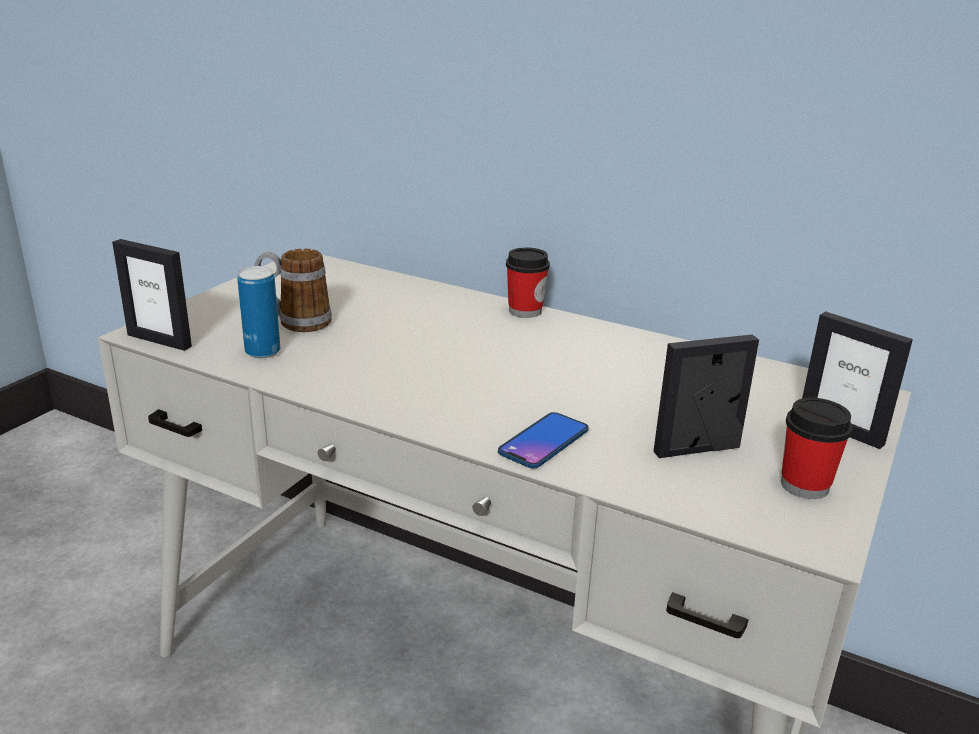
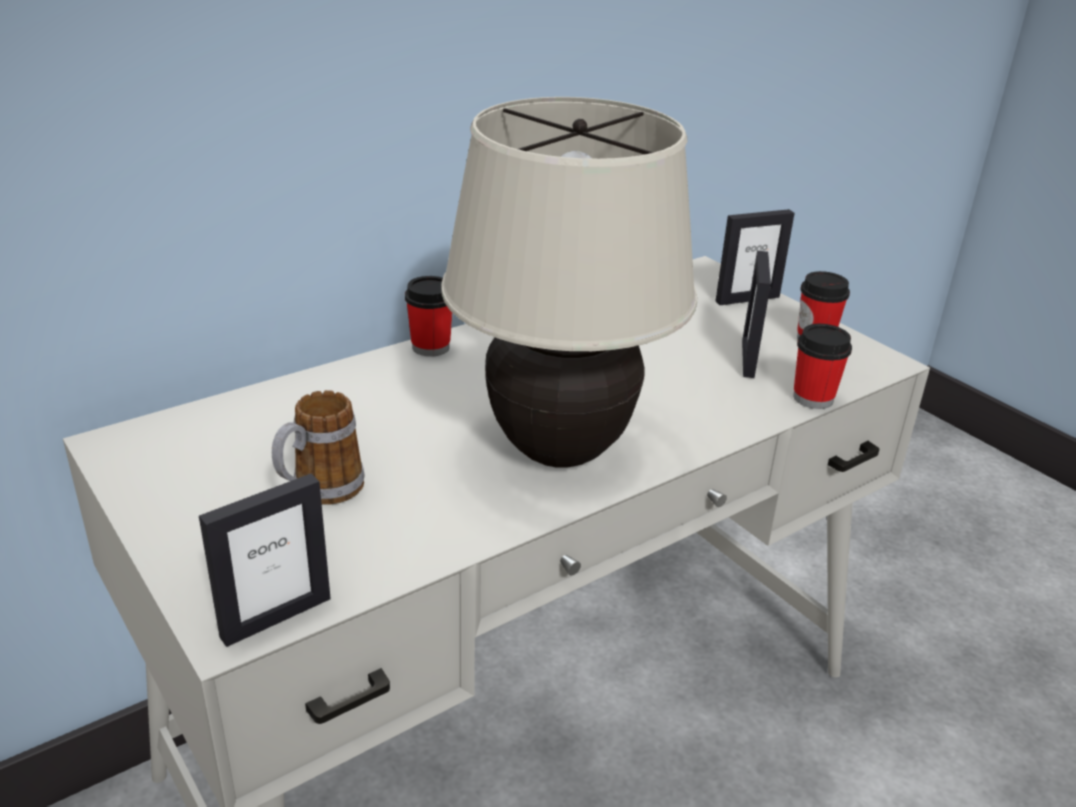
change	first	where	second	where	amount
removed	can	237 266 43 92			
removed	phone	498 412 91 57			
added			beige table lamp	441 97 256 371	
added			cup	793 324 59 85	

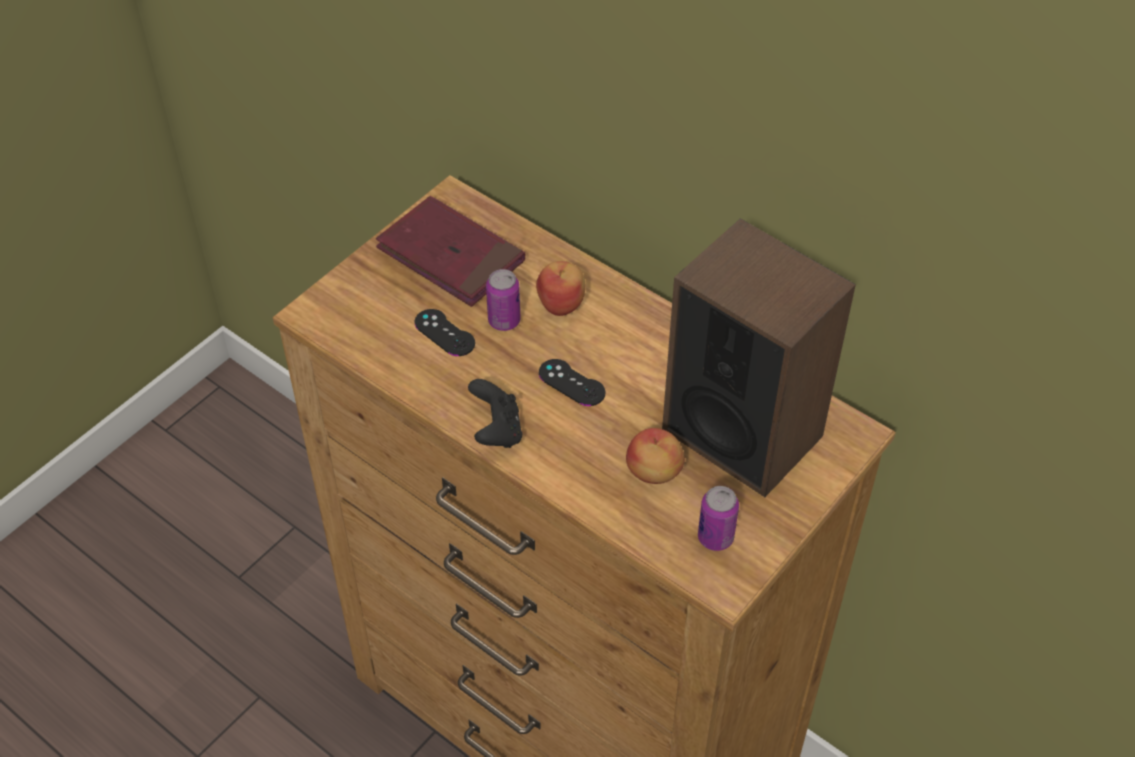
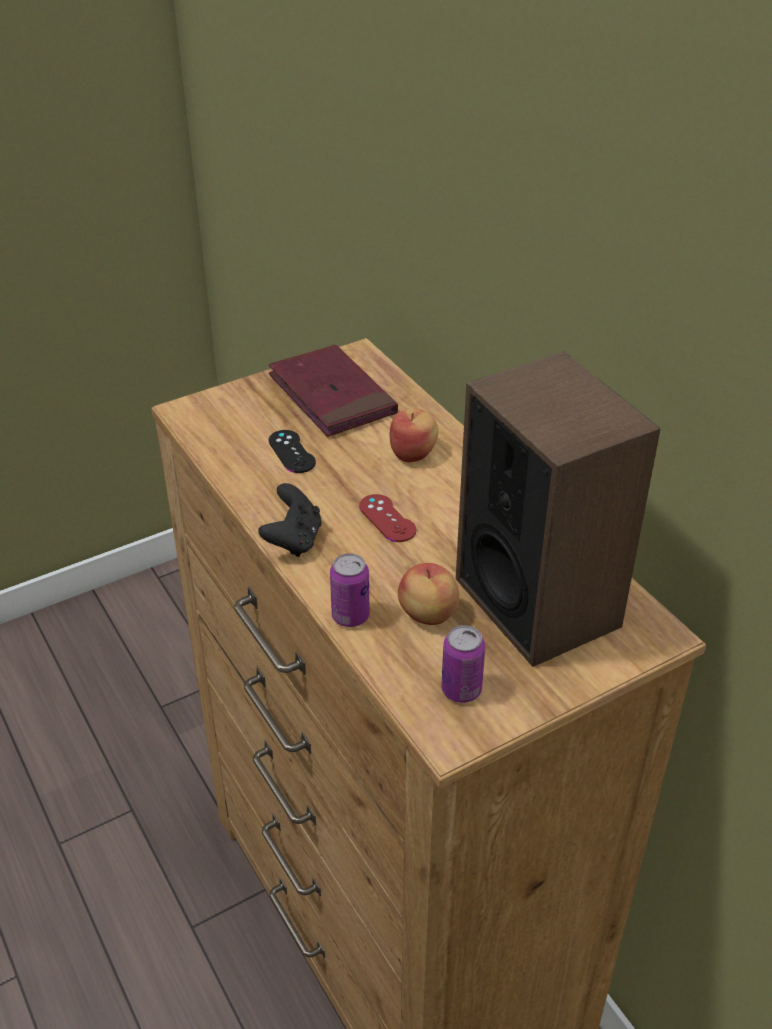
change	first	where	second	where	amount
moved	can	486 269 35 62		330 553 40 74	
recoloured	black game controller	539 359 66 47	red game controller	359 494 57 48	

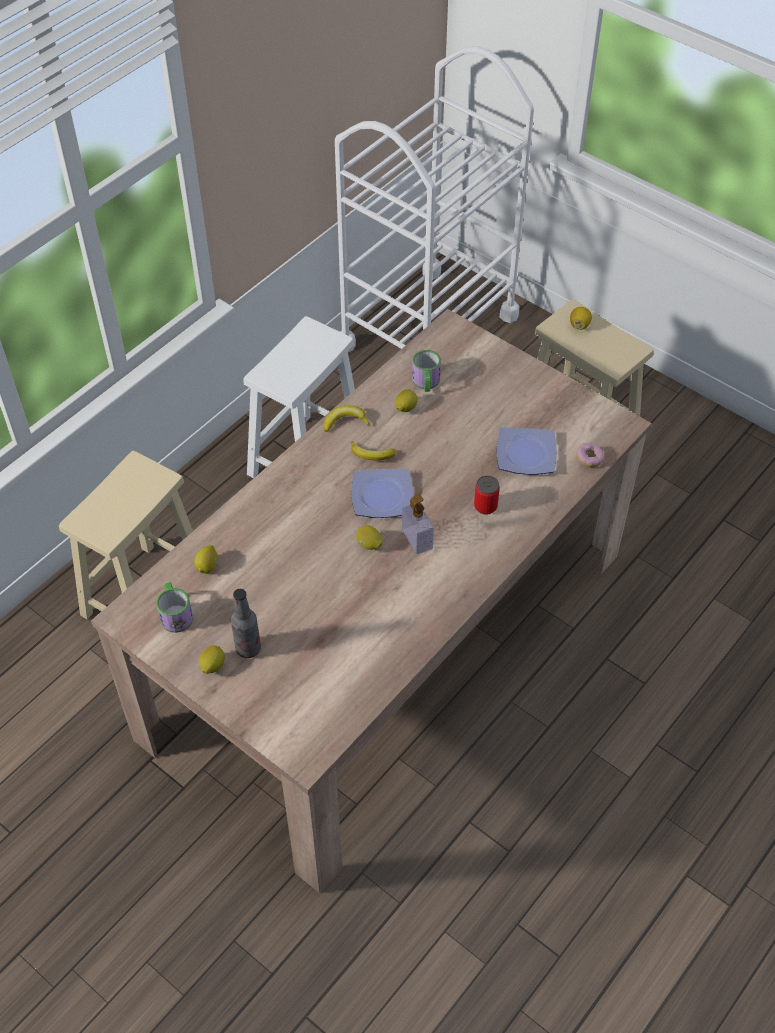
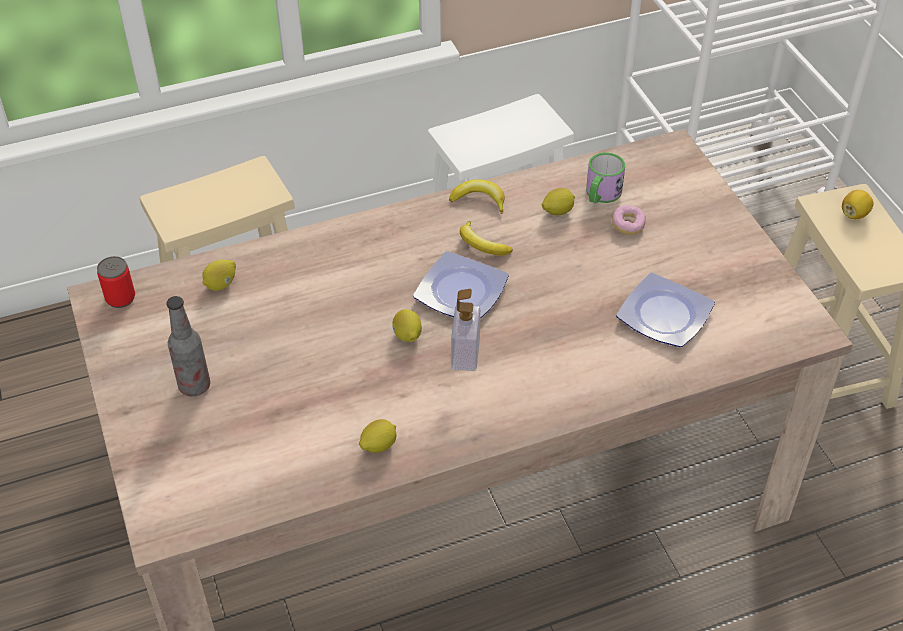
change	first	where	second	where	amount
moved	donut	577 443 27 25		612 205 34 30	
moved	can	474 476 26 39		97 256 38 52	
removed	mug	156 582 37 51			
moved	lemon	199 645 26 29		359 419 37 34	

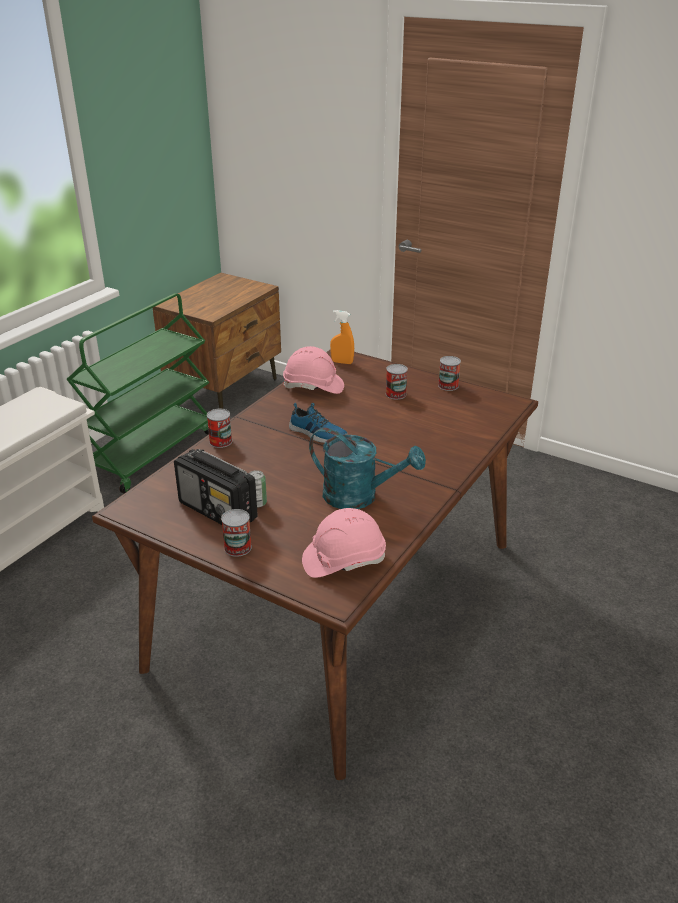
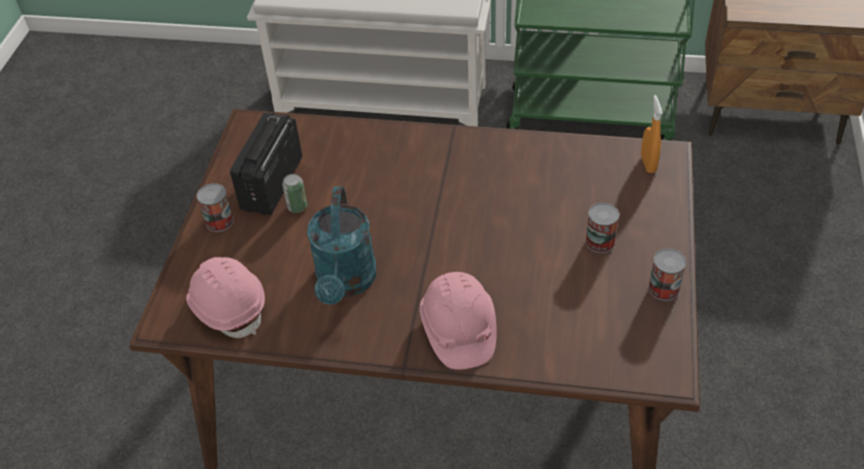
change	first	where	second	where	amount
moved	pink hard hat	283 346 61 48		420 272 77 98	
removed	shoe	289 403 59 40			
removed	can	207 409 25 39			

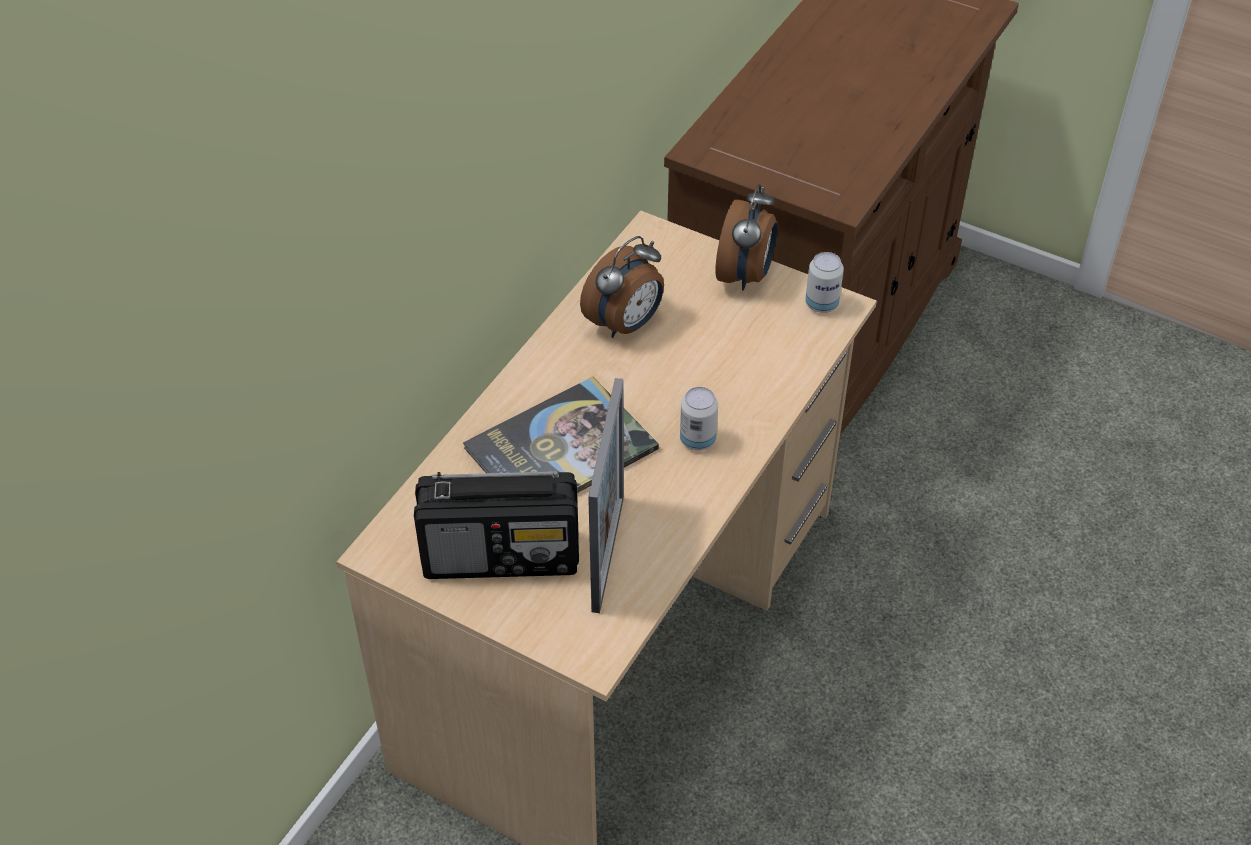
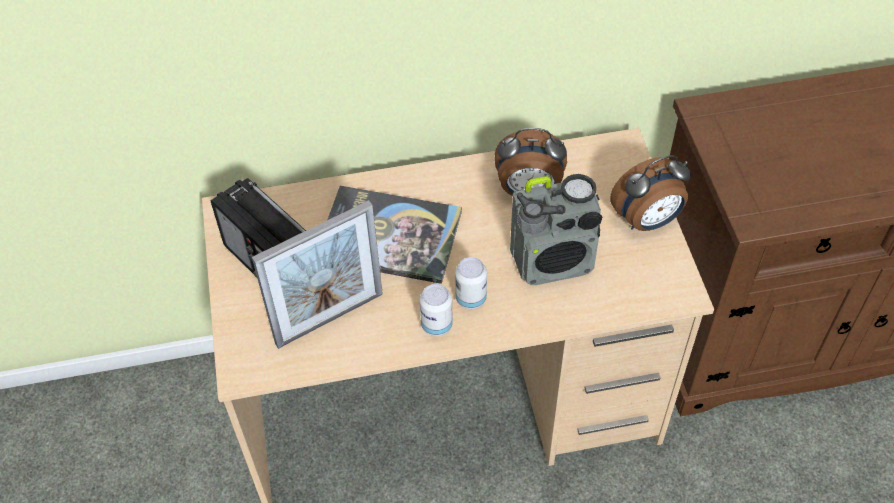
change	first	where	second	where	amount
moved	can	805 252 39 61		420 284 33 52	
added			radio	510 174 92 111	

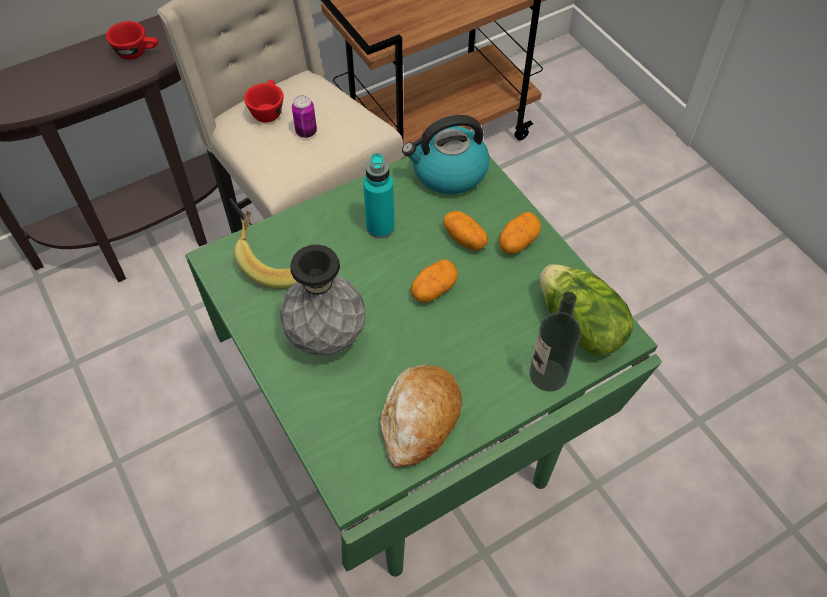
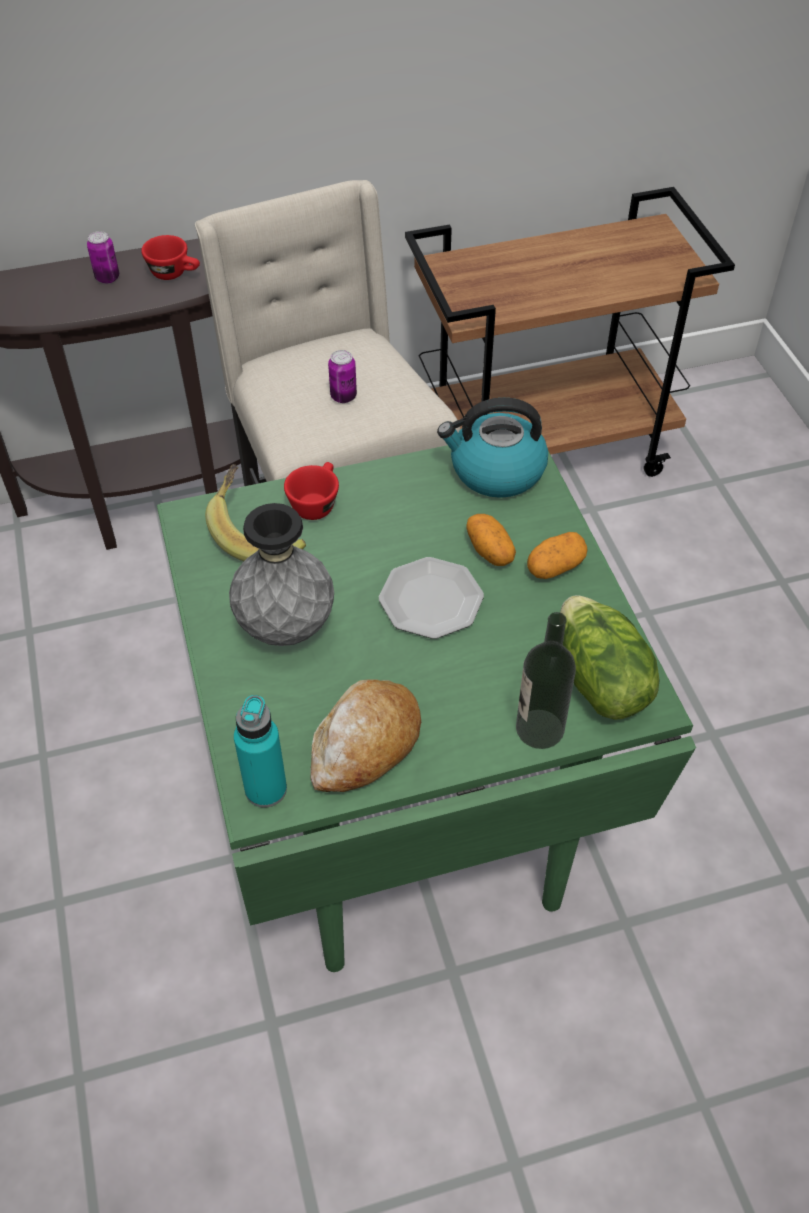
change	first	where	second	where	amount
moved	red cup	244 80 40 42		284 462 55 58	
moved	turquoise bottle	363 153 32 85		234 695 53 113	
replaced	potato	411 260 47 43	plate	379 557 105 82	
added			can	87 231 32 53	

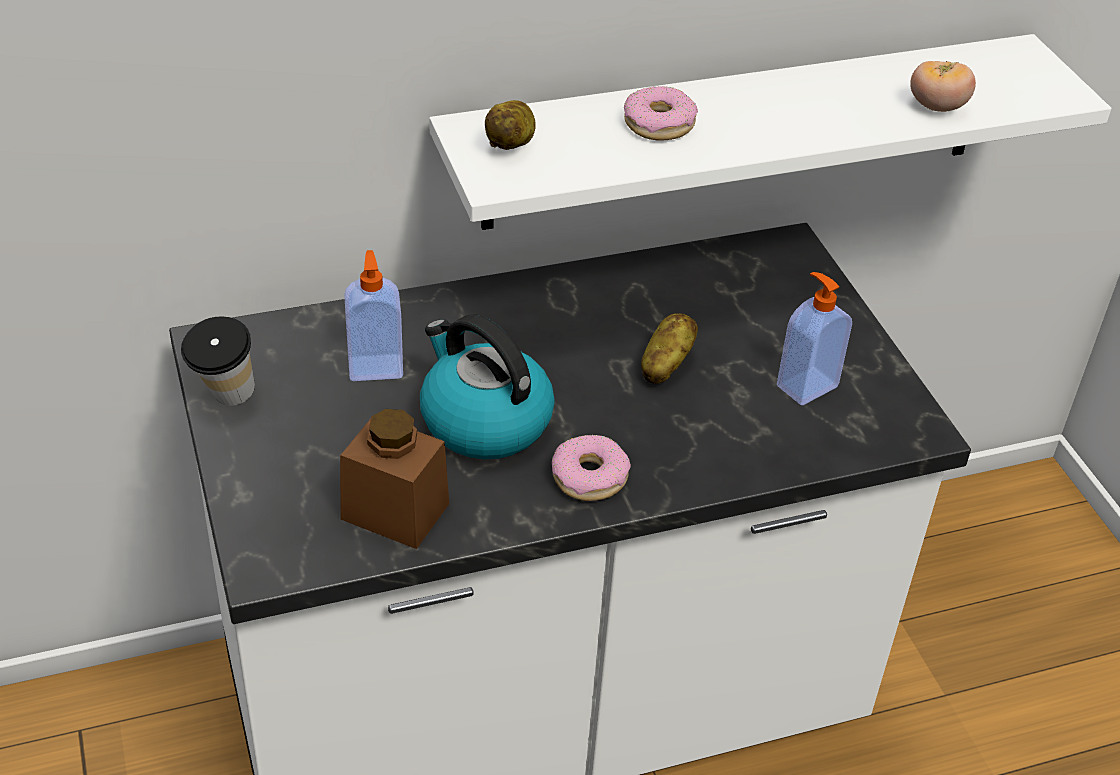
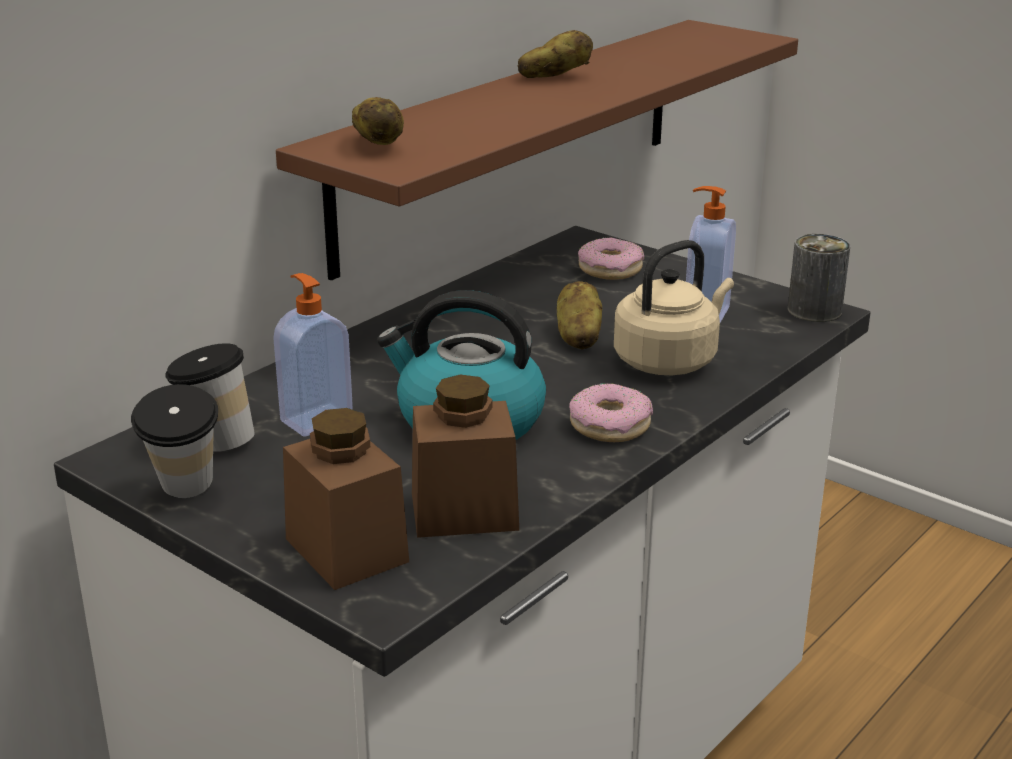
change	first	where	second	where	amount
recoloured	white shelf	429 34 682 196	brown shelf	276 20 522 261	
removed	tomato	910 61 66 51			
moved	donut	624 86 74 54		578 238 66 42	
added			potato	518 30 75 48	
added			can	788 234 63 88	
added			beige kettle	614 240 120 135	
added			cup	165 343 90 109	
added			brown jar	283 408 126 182	

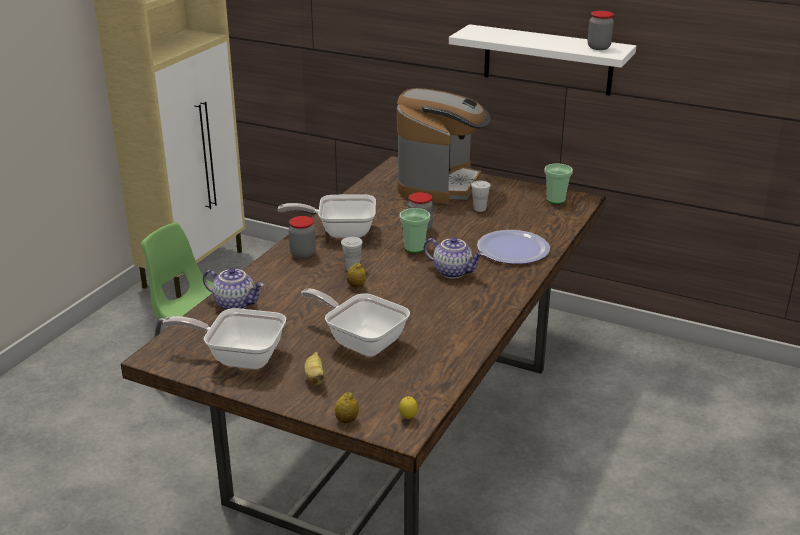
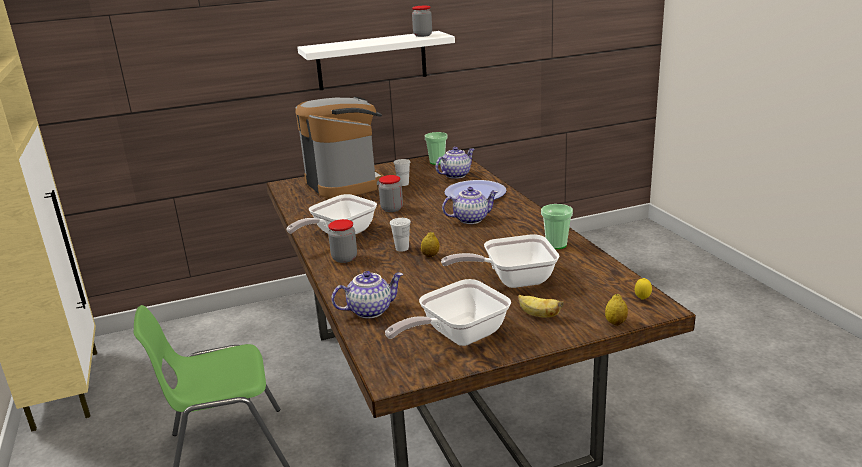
change	first	where	second	where	amount
moved	cup	399 208 31 45		541 204 32 45	
added			teapot	436 147 38 32	

